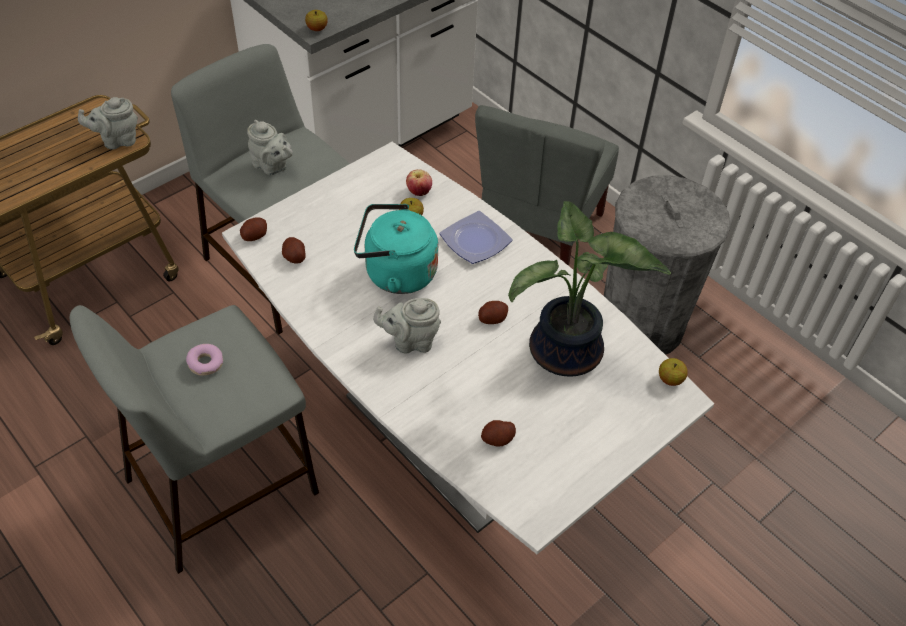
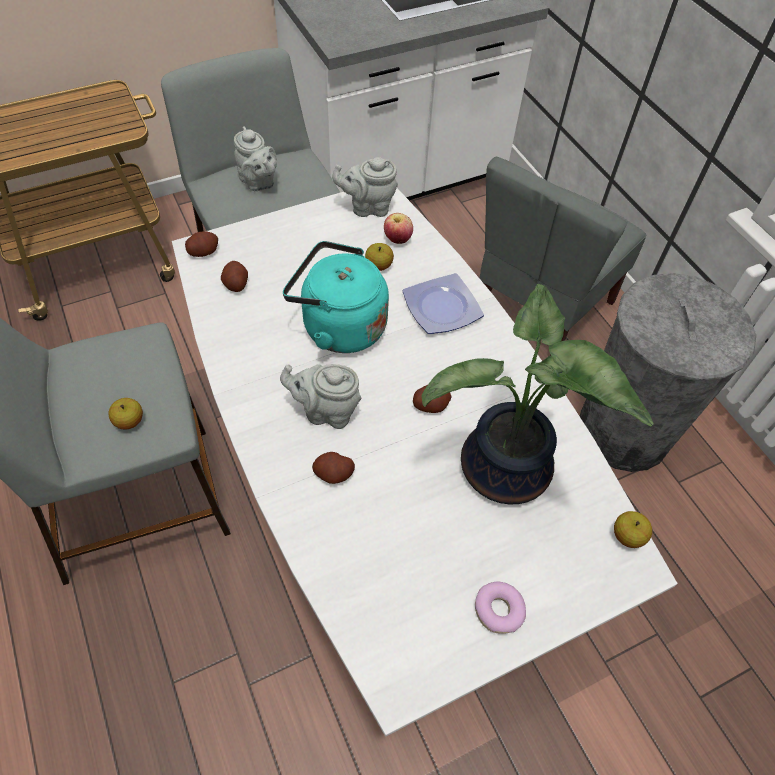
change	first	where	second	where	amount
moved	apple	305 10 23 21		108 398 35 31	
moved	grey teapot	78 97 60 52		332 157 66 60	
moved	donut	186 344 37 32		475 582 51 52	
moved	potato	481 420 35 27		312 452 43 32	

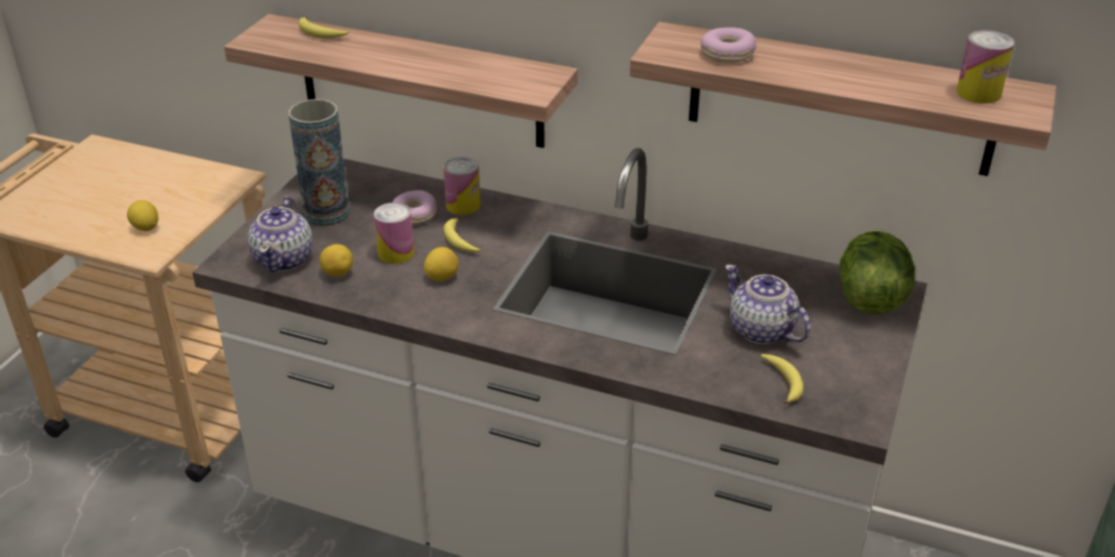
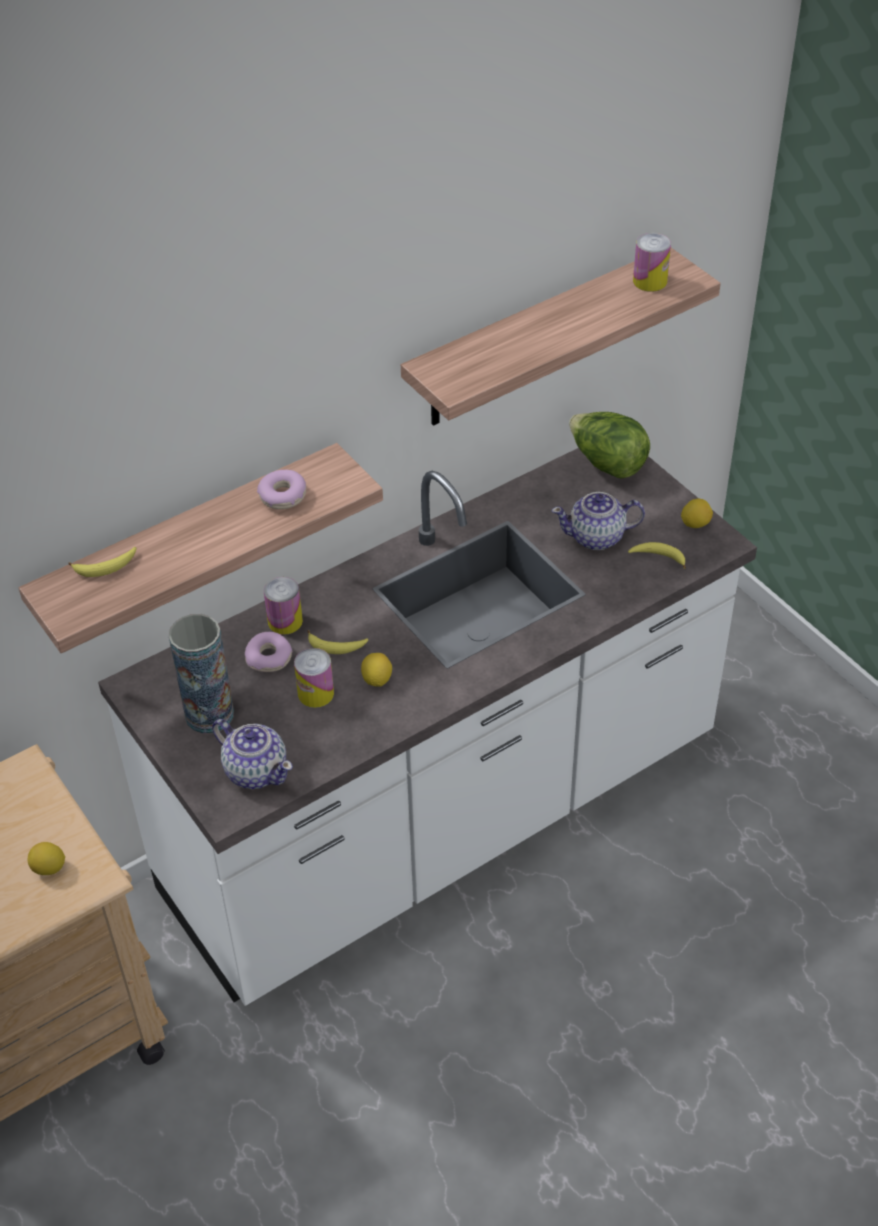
change	first	where	second	where	amount
moved	donut	701 27 56 36		257 470 49 39	
moved	lemon	319 244 34 33		681 499 32 29	

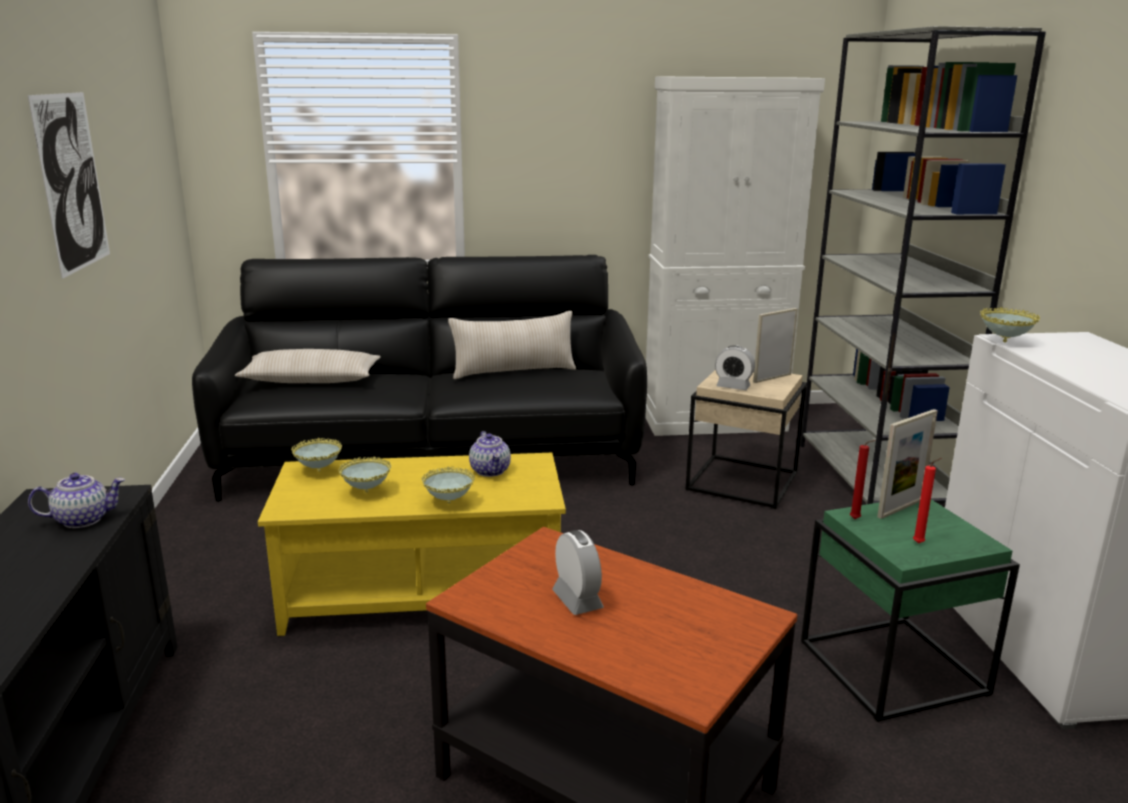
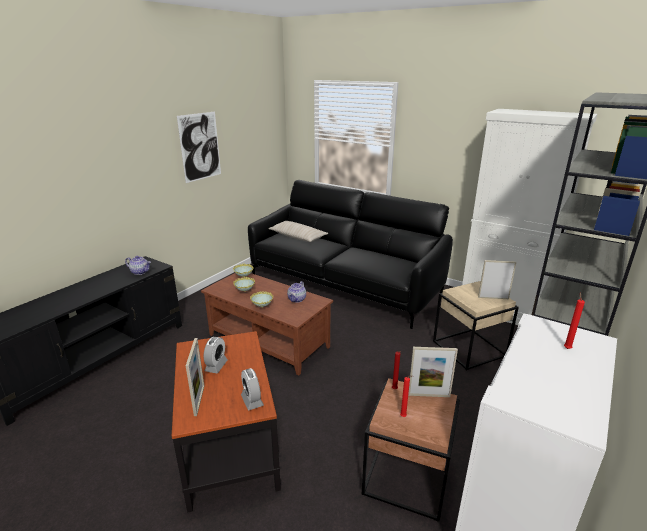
change	first	where	second	where	amount
removed	bowl	980 307 60 36			
removed	beige pillow	448 311 128 68			
moved	alarm clock	715 345 40 45		241 368 23 42	
recoloured	yellow coffee table	258 453 308 183	brown coffee table	201 273 132 102	
recoloured	green side table	801 499 219 223	brown side table	362 378 98 144	
added			red candle	564 292 21 57	
added			picture frame	186 338 18 78	

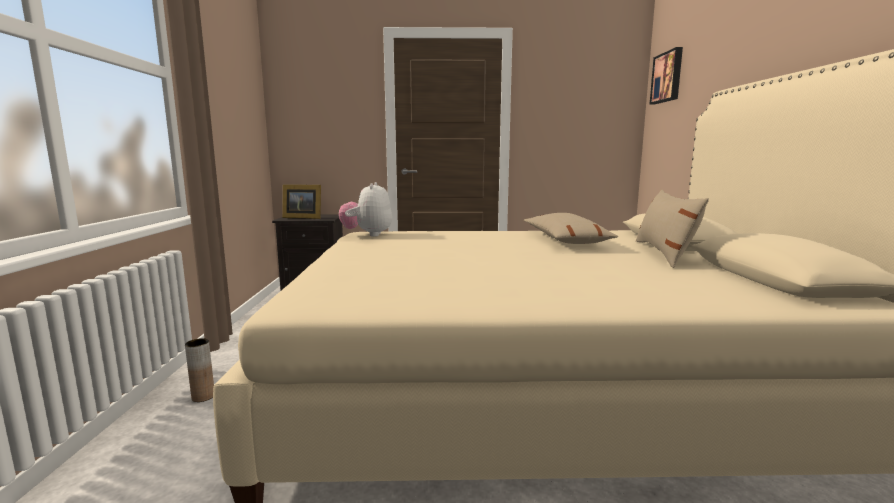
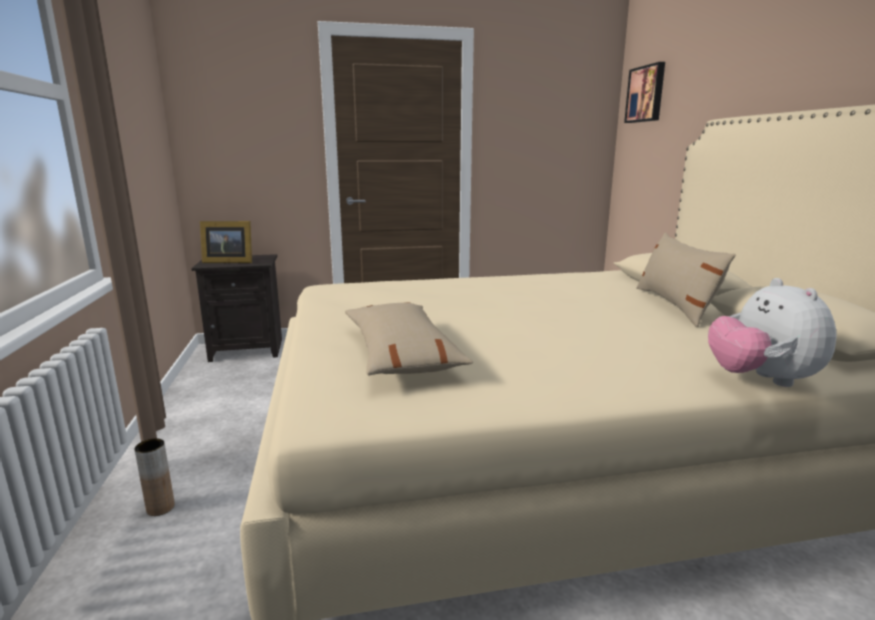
change	first	where	second	where	amount
moved	plush toy	339 182 53 55		708 278 129 109	
moved	beige pillow	524 213 94 31		345 302 128 74	

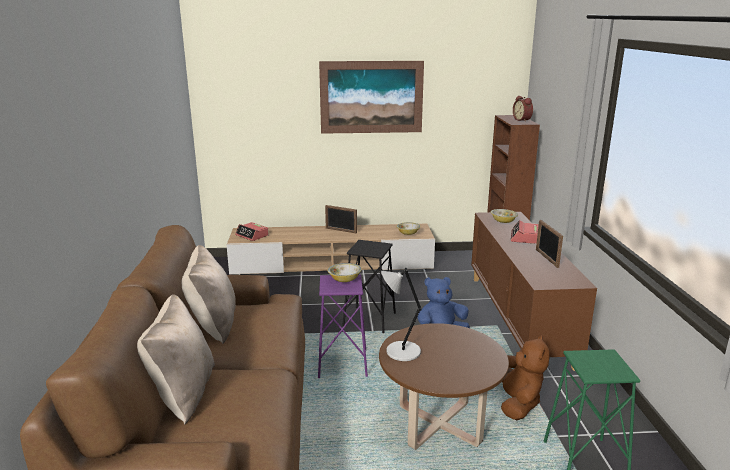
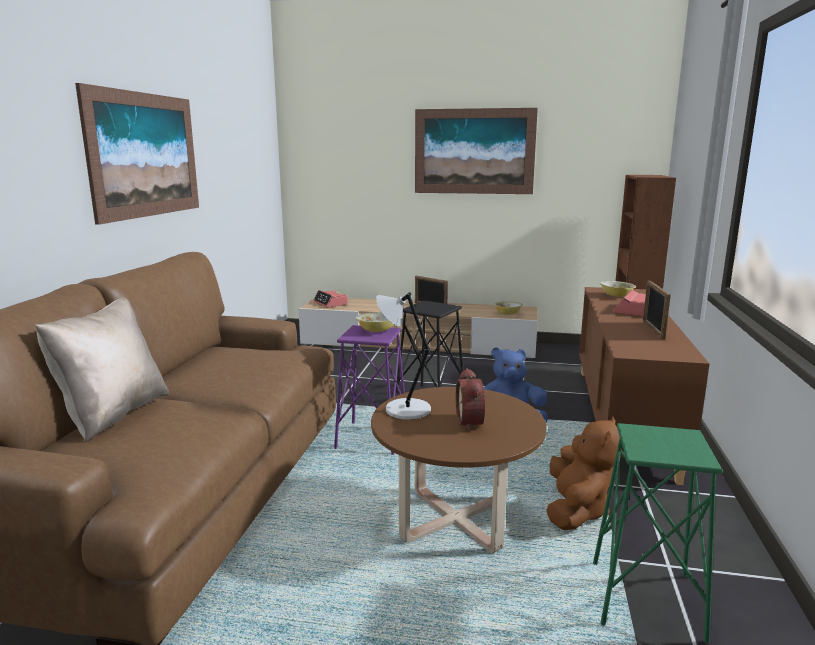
change	first	where	second	where	amount
moved	alarm clock	513 96 20 26		456 368 29 63	
removed	beige pillow	182 245 54 99			
added			picture	75 83 124 142	

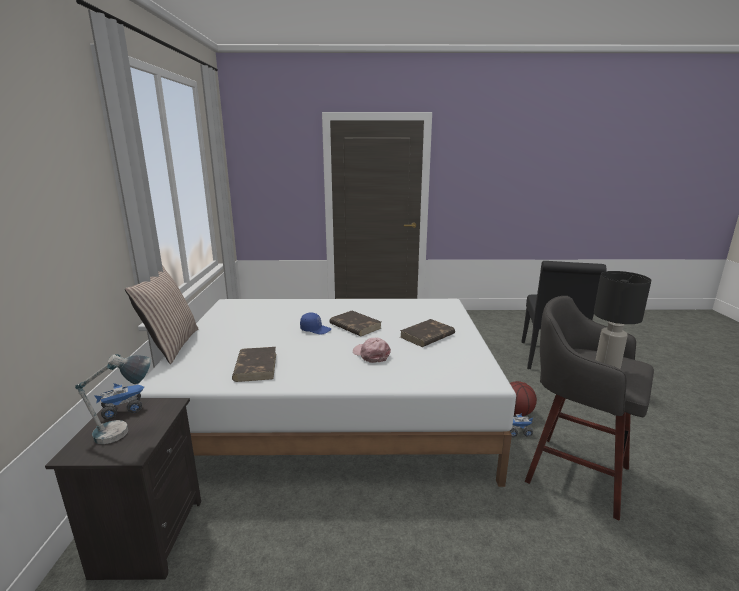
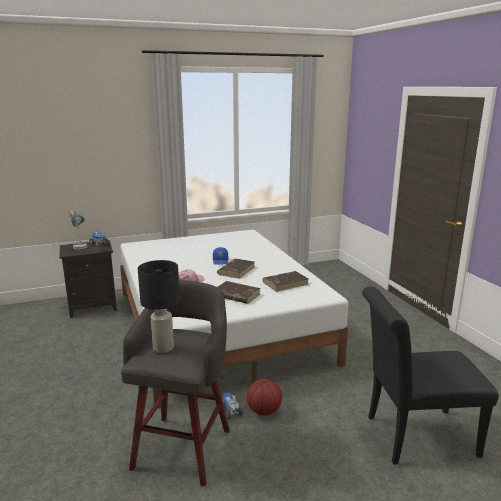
change	first	where	second	where	amount
removed	pillow	125 265 73 99			
moved	brown book	232 347 44 35		263 271 46 21	

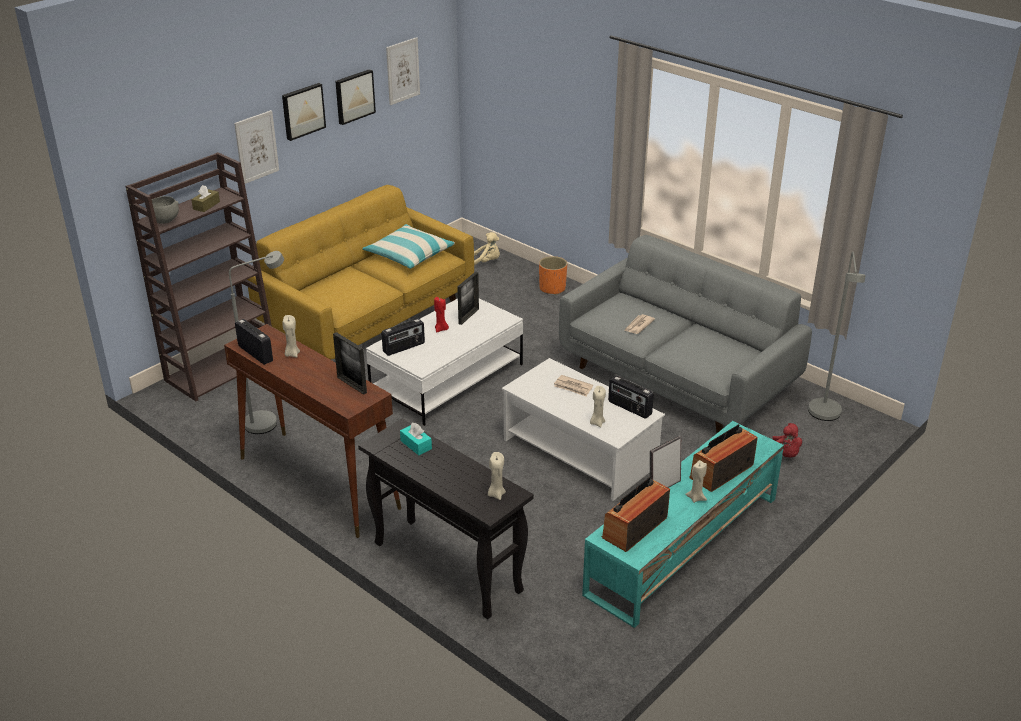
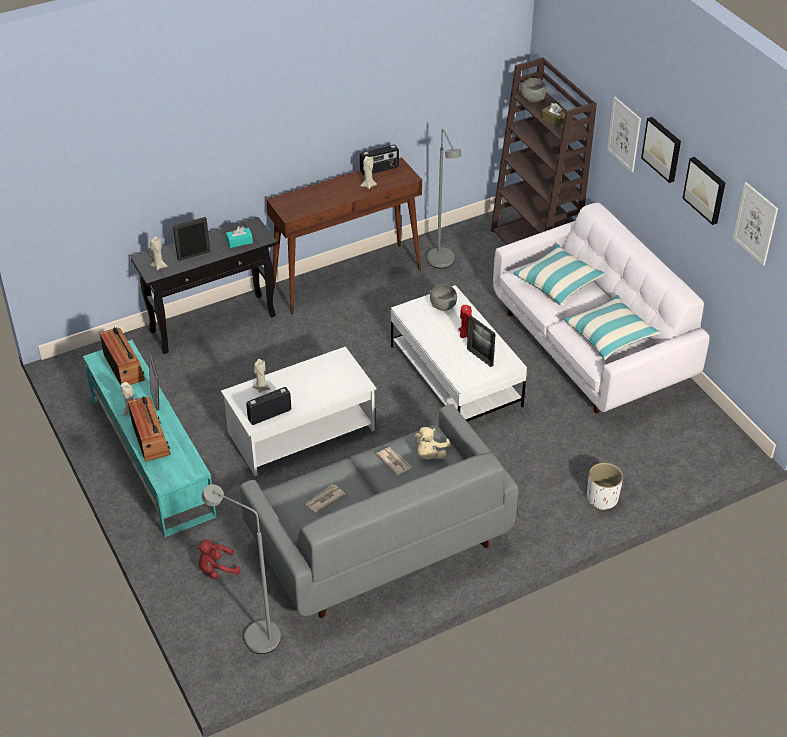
change	first	where	second	where	amount
recoloured	yellow sofa	247 185 227 174	white sofa	493 203 216 211	
moved	beige plush toy	474 232 26 33		415 427 36 33	
recoloured	orange planter	539 256 28 39	white planter	587 463 36 47	
replaced	radio	382 319 43 37	grey bowl	429 284 28 27	
moved	picture frame	333 332 34 63		173 217 37 44	
moved	newspaper	554 375 39 22		305 485 41 28	
added			pillow	513 244 92 62	

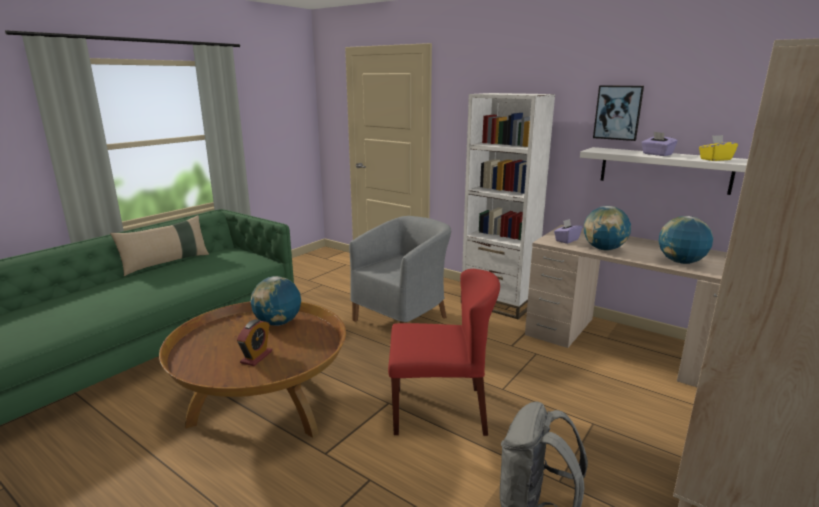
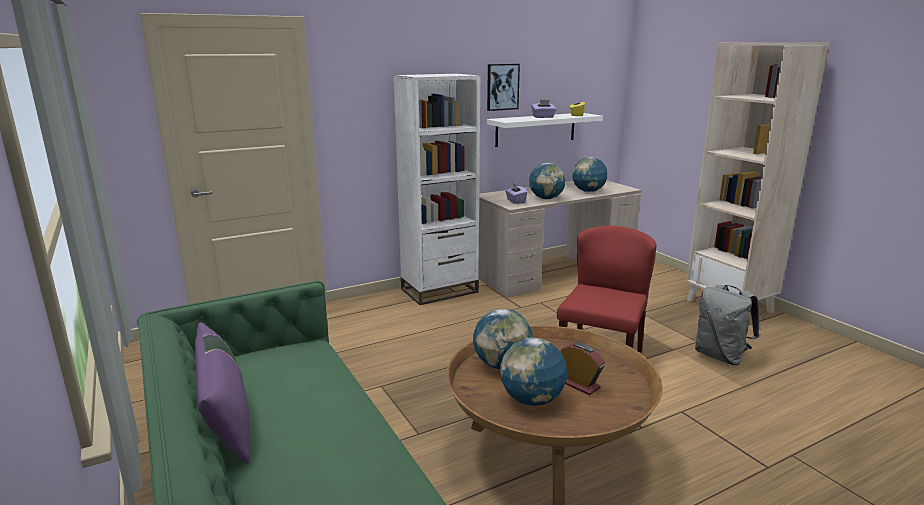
change	first	where	second	where	amount
recoloured	beige pillow	110 215 99 61	purple pillow	195 322 55 142	
removed	grey armchair	349 216 102 107			
added			globe	500 338 67 68	

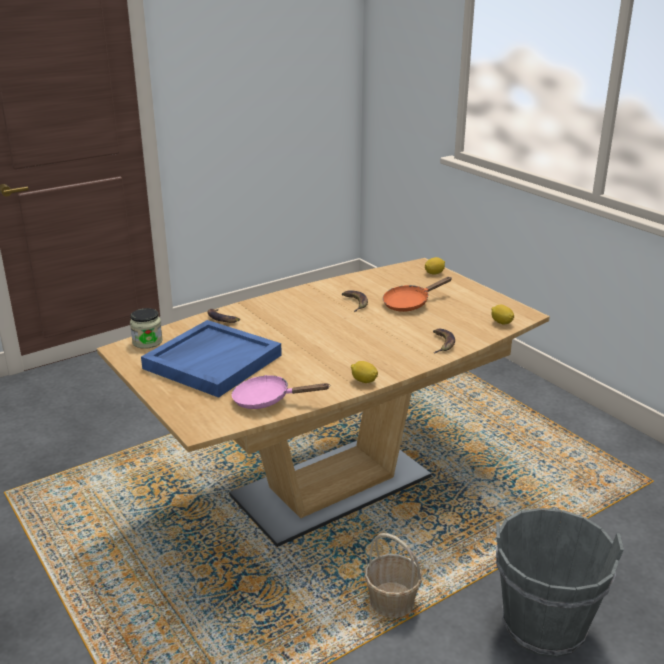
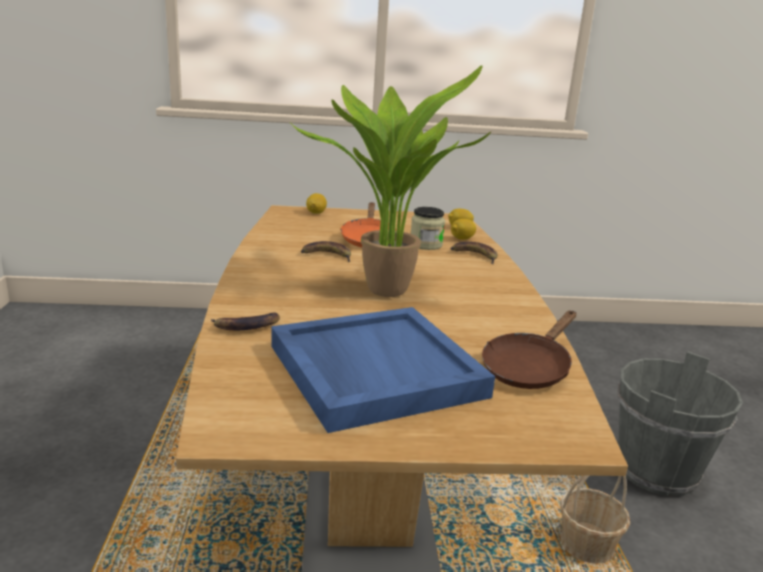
change	first	where	second	where	amount
moved	jar	130 308 33 41		411 207 34 43	
moved	lemon	351 361 27 22		451 219 25 21	
recoloured	pink frying pan	232 375 97 34	brown frying pan	482 311 94 78	
added			potted plant	290 65 201 232	

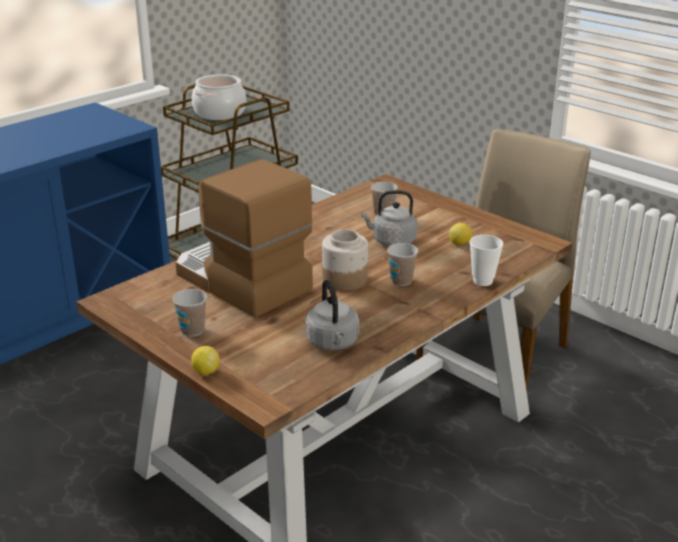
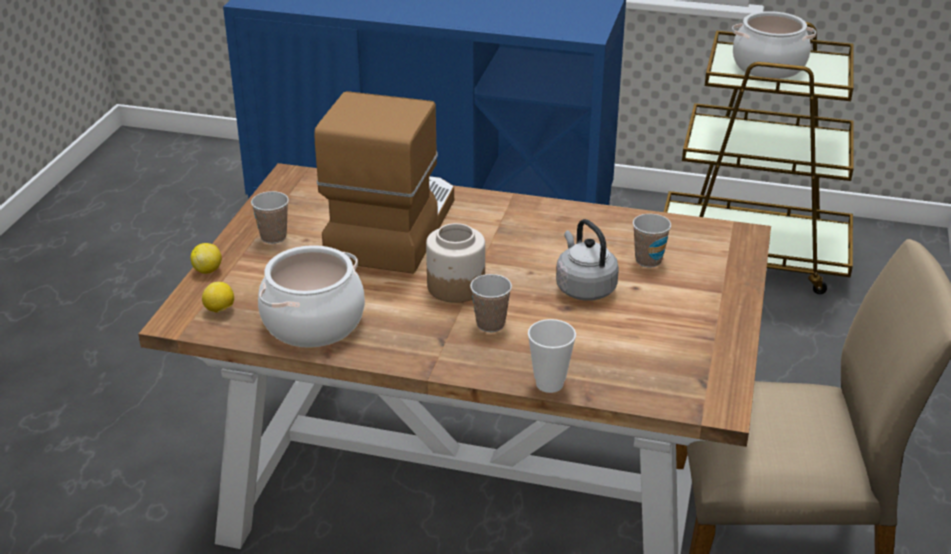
change	first	where	second	where	amount
moved	lemon	449 223 23 22		202 282 32 31	
replaced	grey kettle	305 280 54 71	cooking pot	258 245 107 103	

